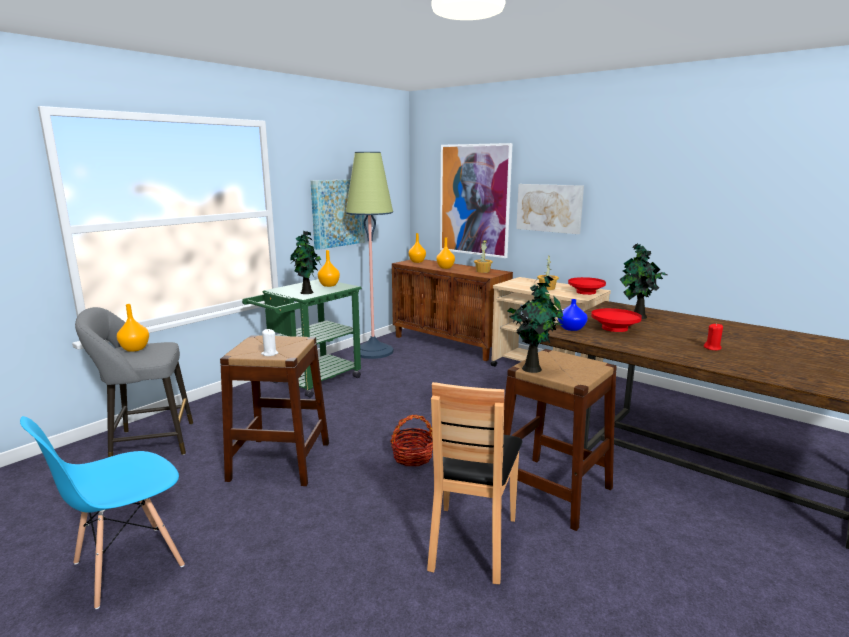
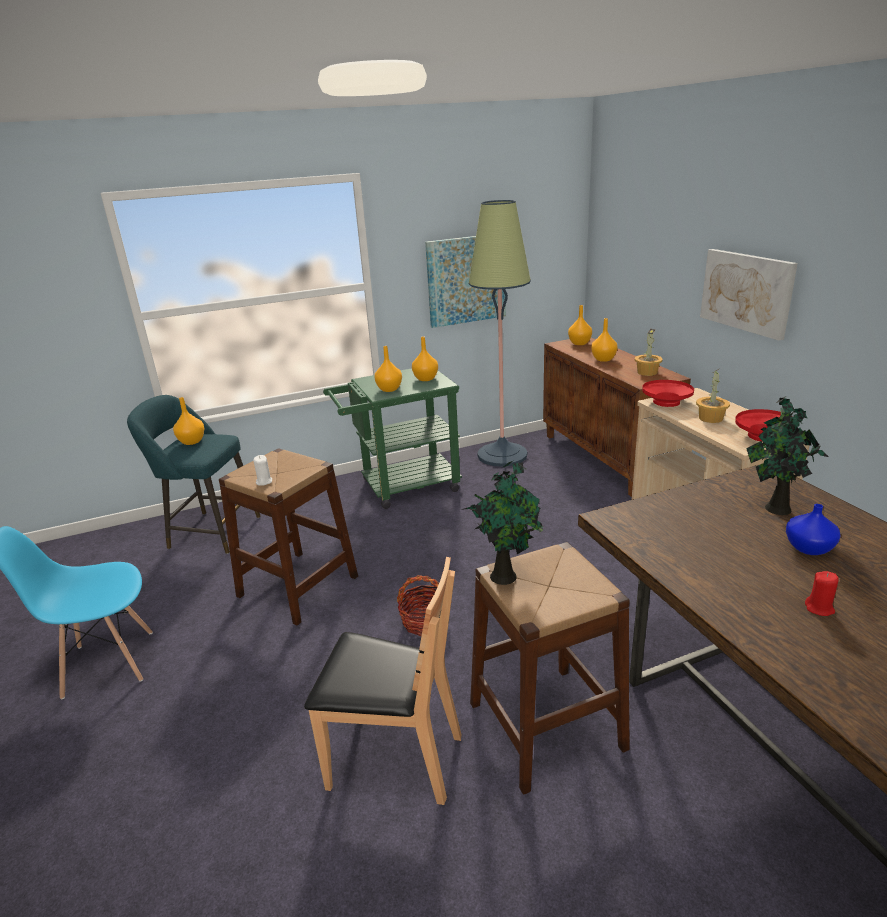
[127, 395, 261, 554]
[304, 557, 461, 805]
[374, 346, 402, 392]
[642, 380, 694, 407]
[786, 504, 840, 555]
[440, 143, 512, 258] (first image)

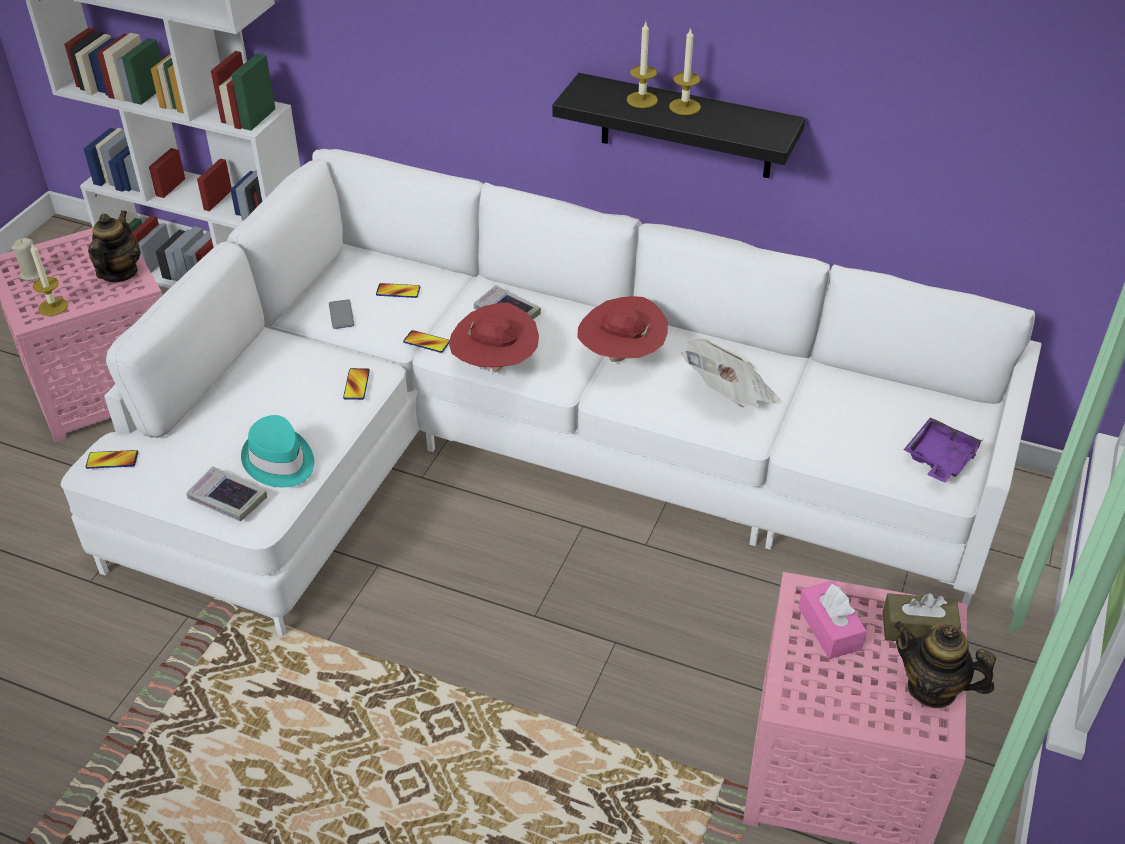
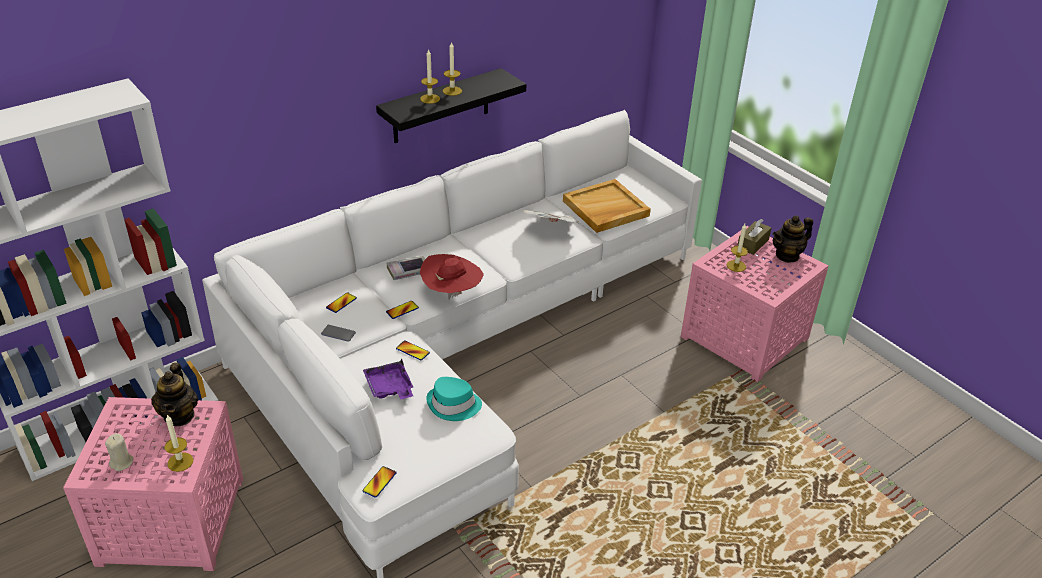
[151, 363, 198, 426]
[363, 358, 413, 399]
[563, 179, 651, 233]
[727, 224, 748, 272]
[186, 466, 267, 521] (first image)
[577, 296, 668, 362] (first image)

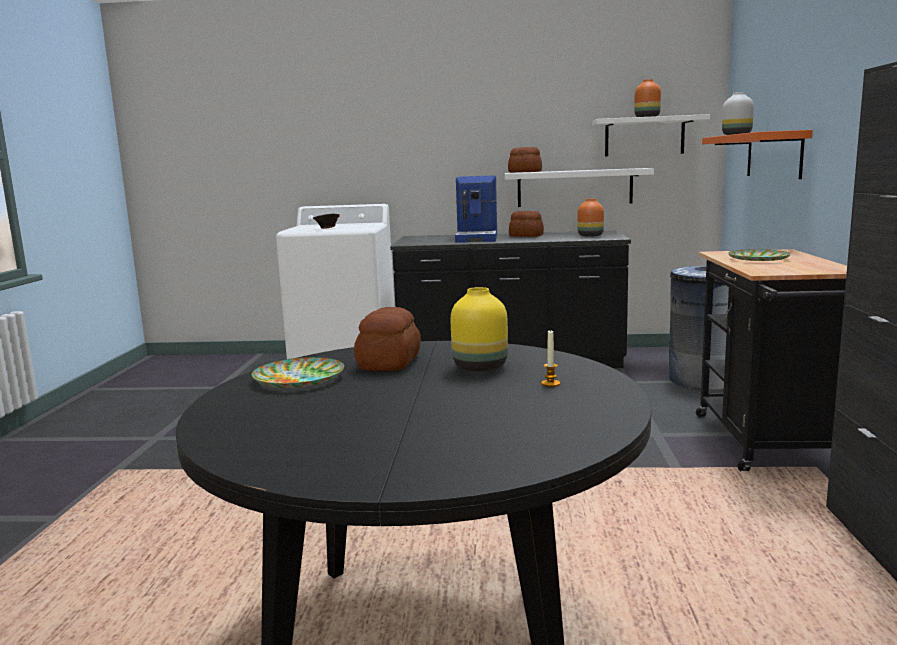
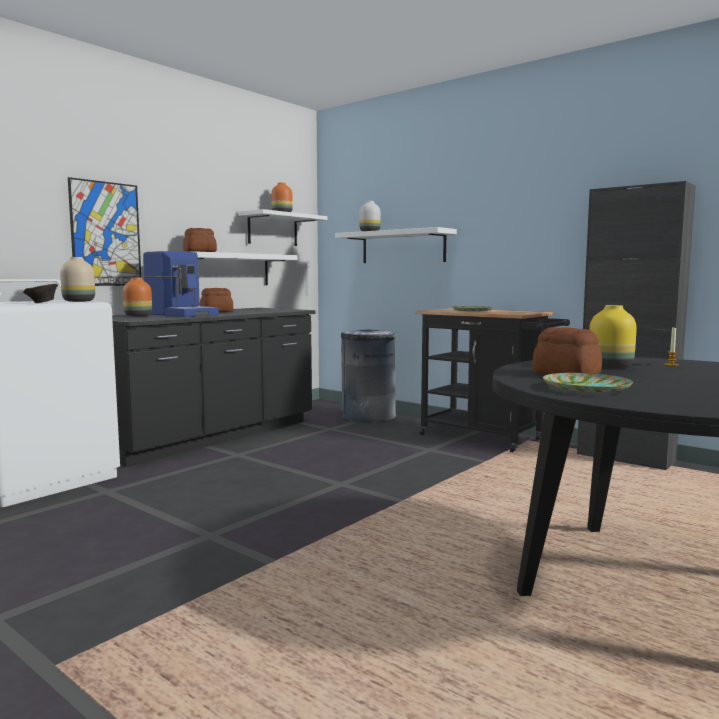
[60, 257, 95, 302]
[68, 177, 141, 286]
[123, 278, 152, 317]
[335, 227, 457, 263]

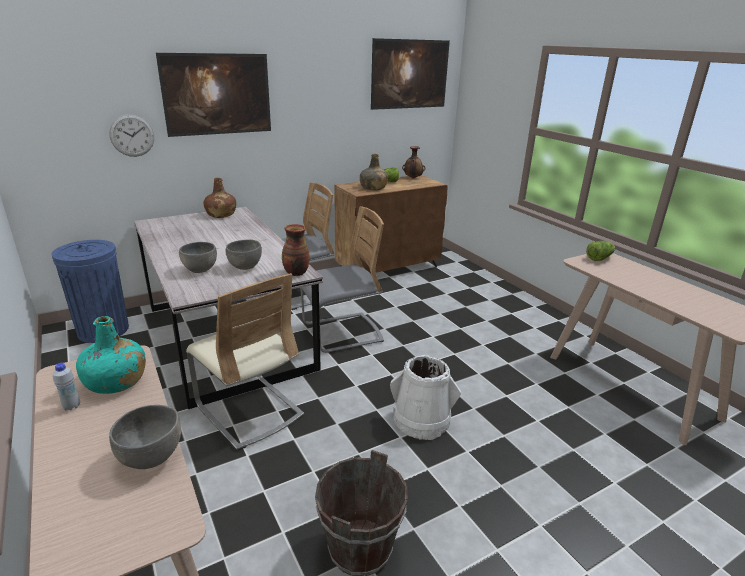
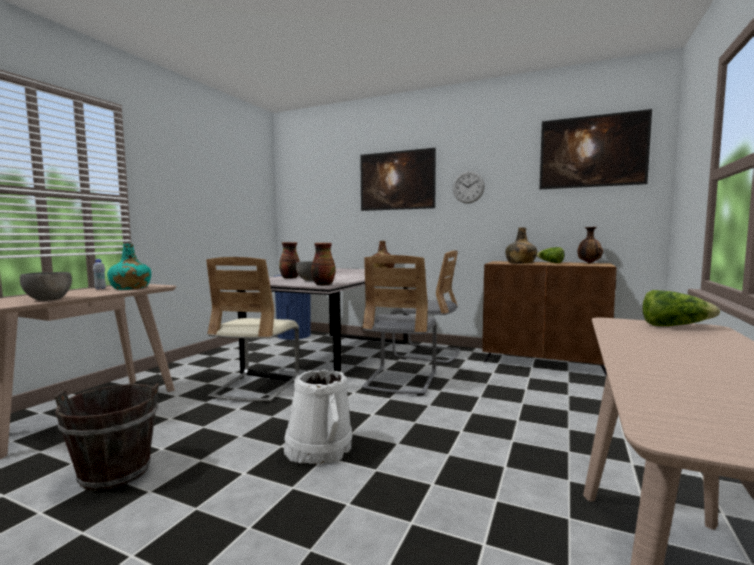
[279, 242, 300, 279]
[362, 255, 437, 396]
[453, 171, 485, 203]

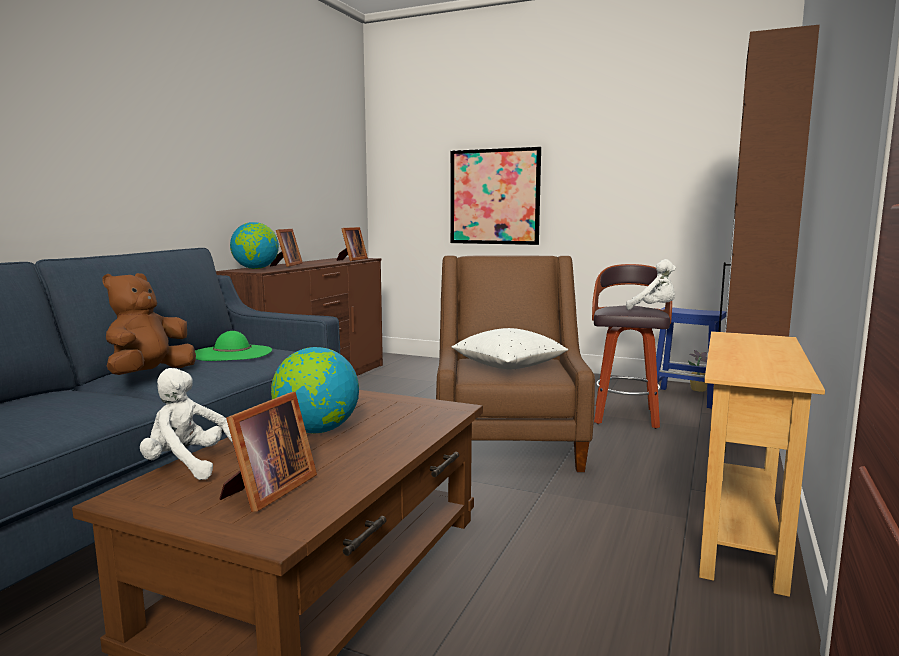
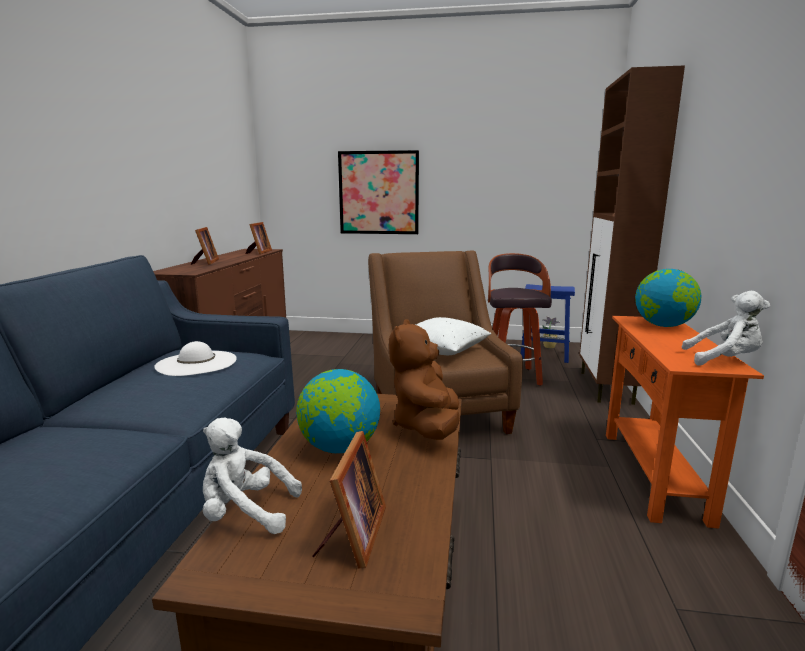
[154, 341, 237, 376]
[389, 319, 460, 440]
[606, 316, 764, 529]
[635, 269, 701, 327]
[682, 291, 770, 366]

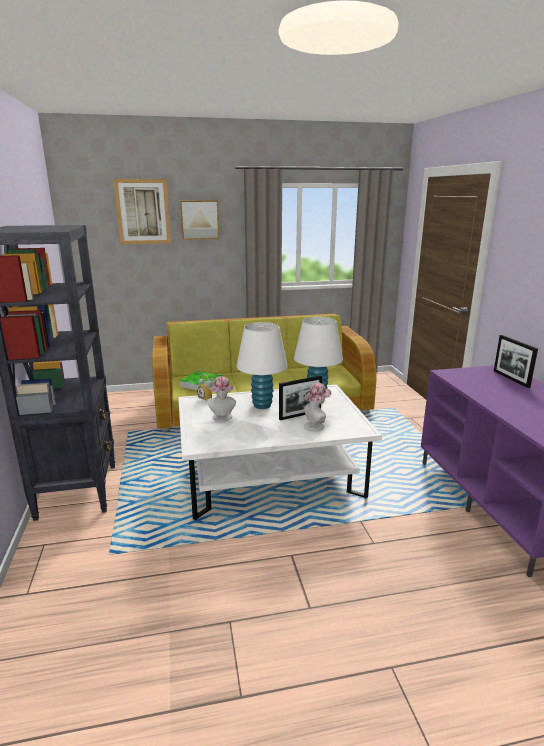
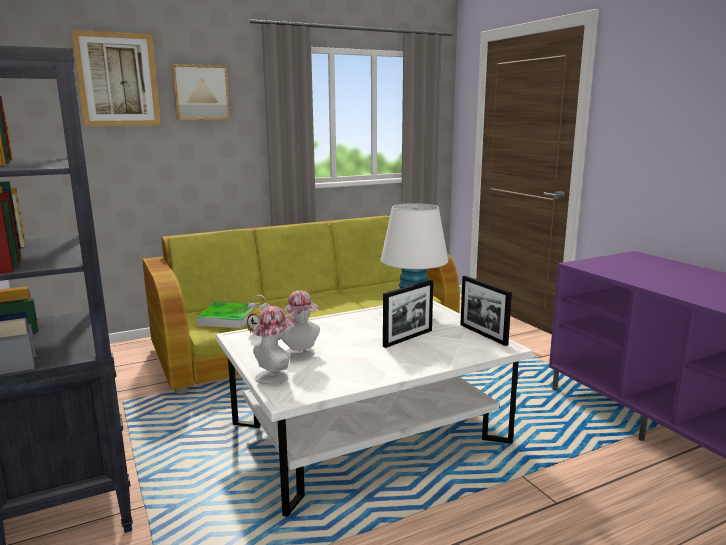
[253, 306, 295, 385]
[460, 276, 512, 346]
[237, 322, 288, 409] (first image)

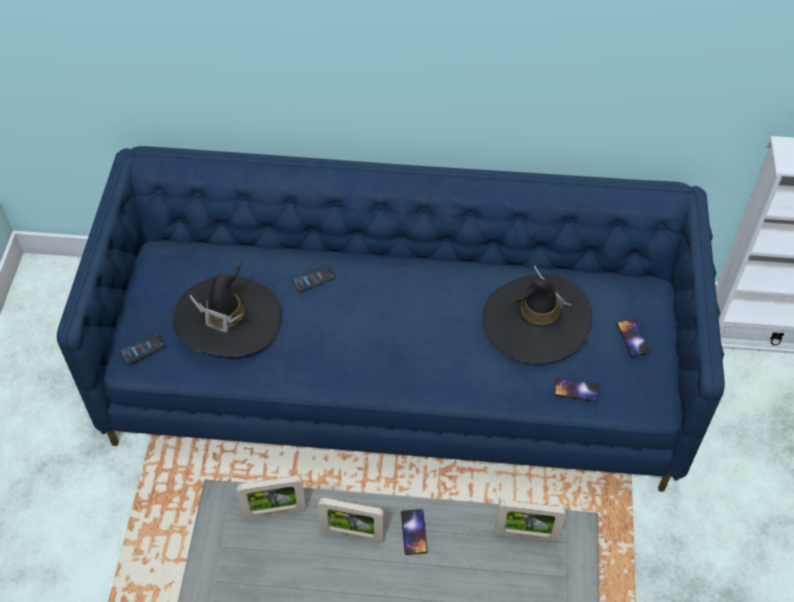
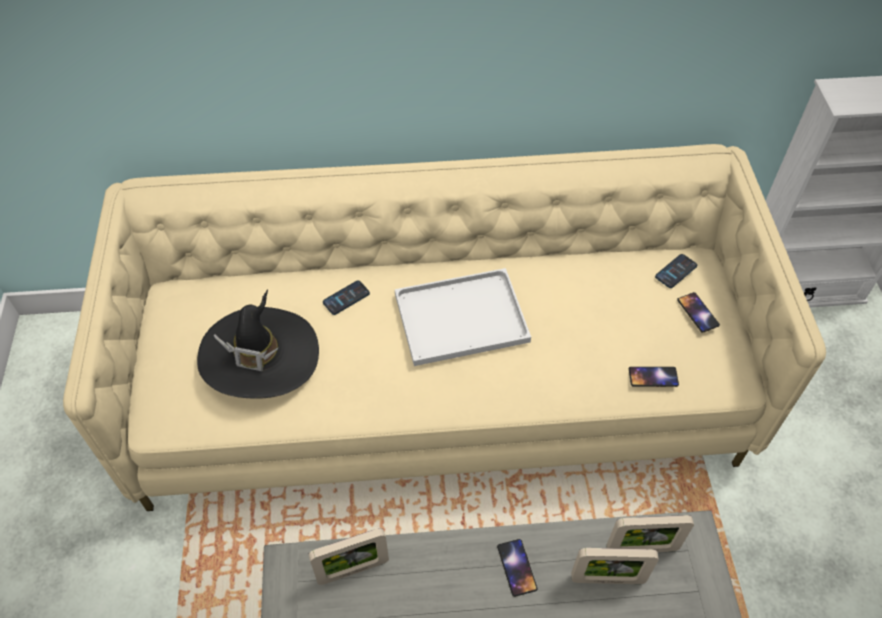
[63, 144, 826, 511]
[395, 268, 531, 366]
[571, 548, 659, 584]
[655, 254, 697, 288]
[483, 266, 592, 364] (first image)

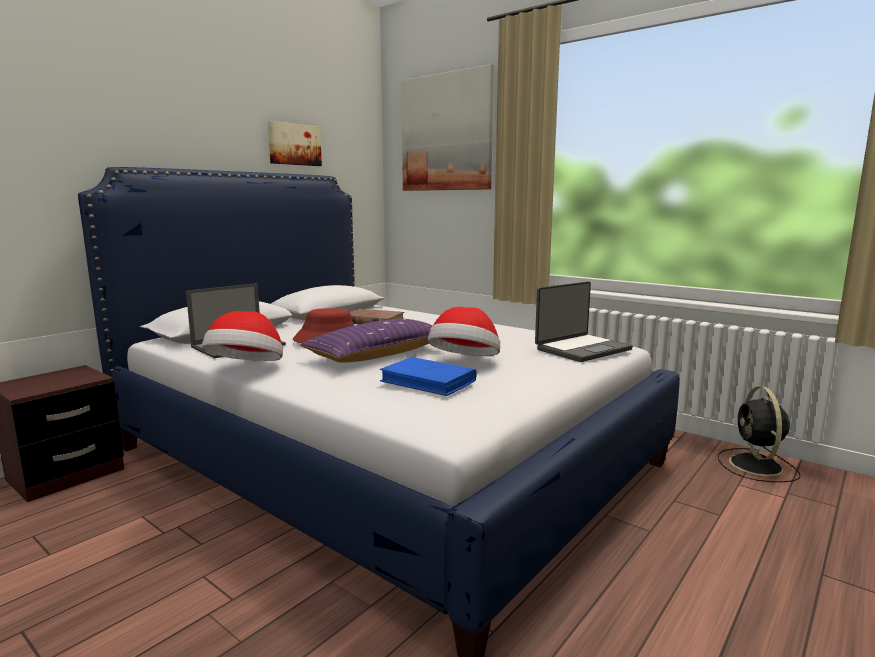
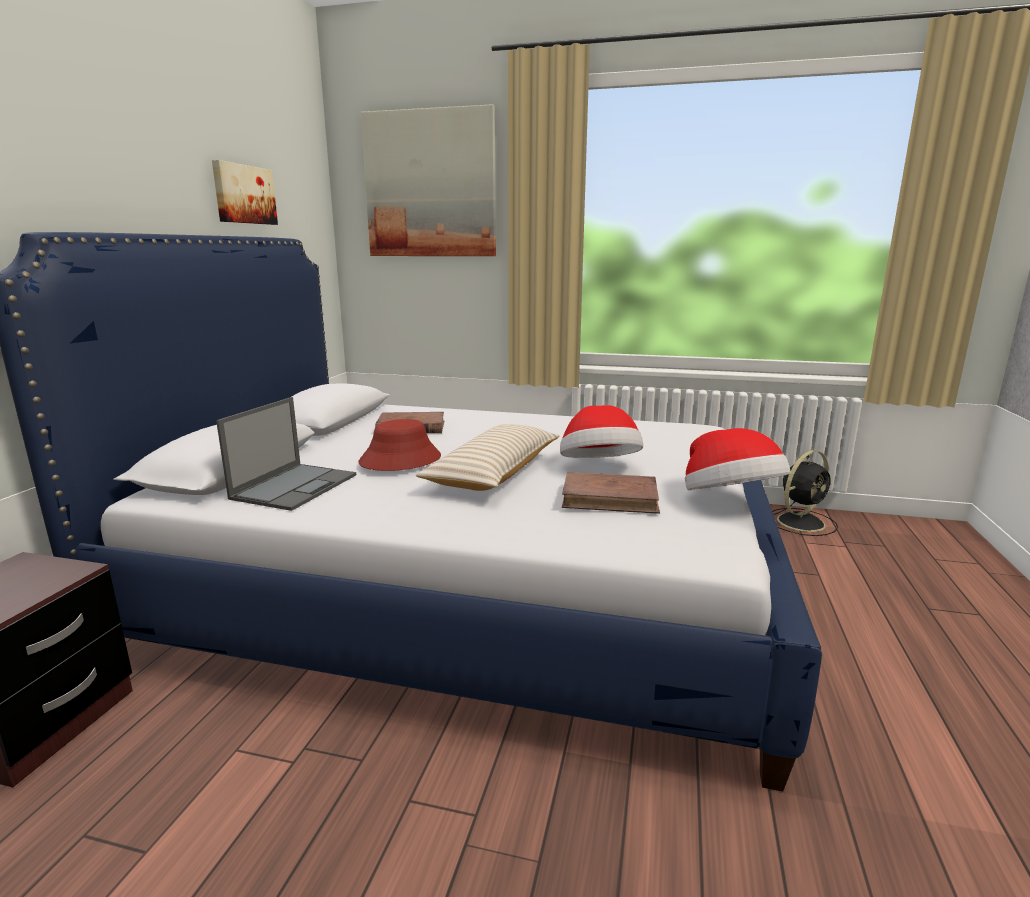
[416, 424, 559, 491]
[562, 472, 660, 514]
[685, 428, 790, 491]
[772, 450, 838, 536]
[535, 281, 633, 362] (first image)

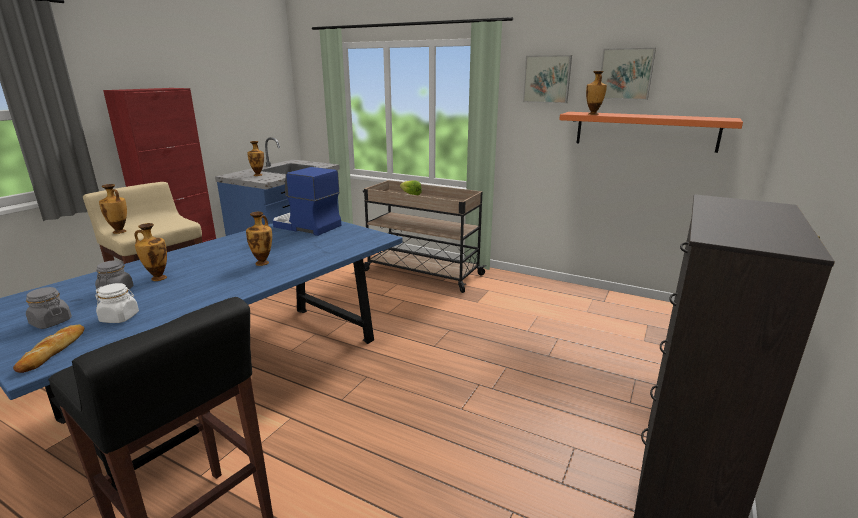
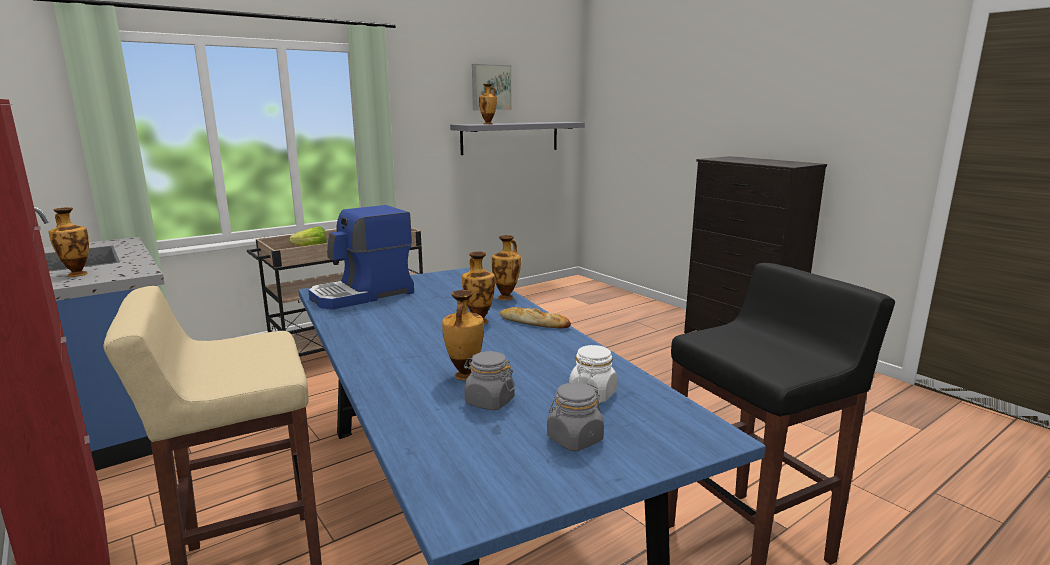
[450, 122, 585, 155]
[492, 235, 521, 300]
[500, 307, 571, 328]
[523, 55, 572, 104] (first image)

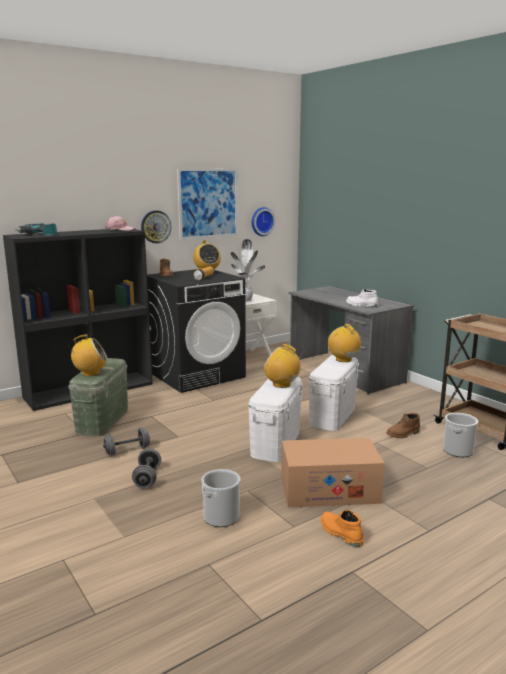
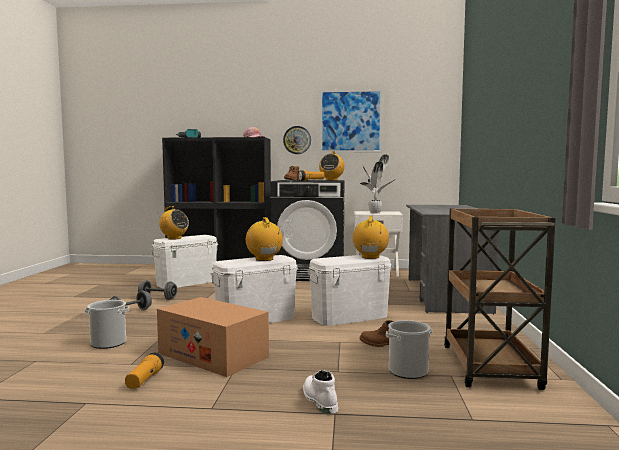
[125, 352, 164, 389]
[151, 235, 218, 289]
[303, 370, 338, 414]
[252, 207, 275, 236] (first image)

